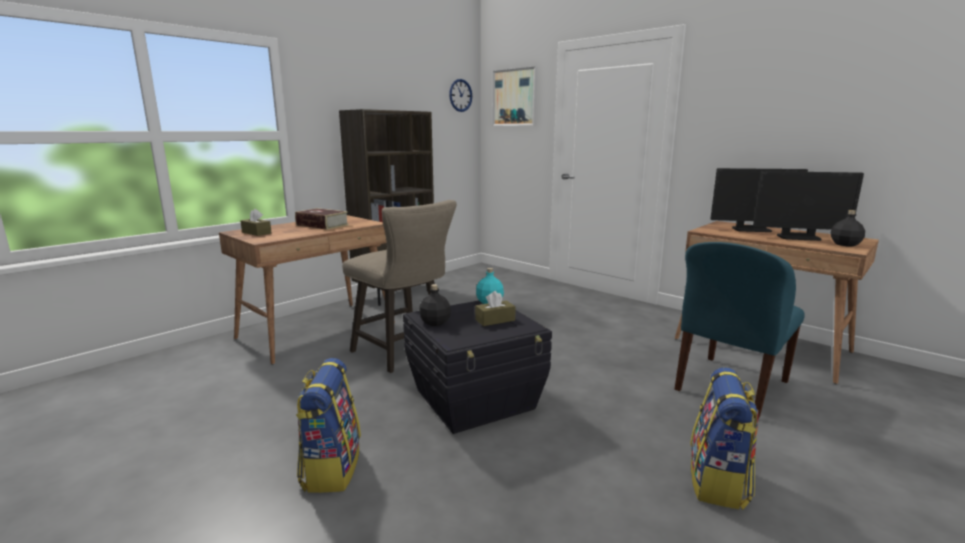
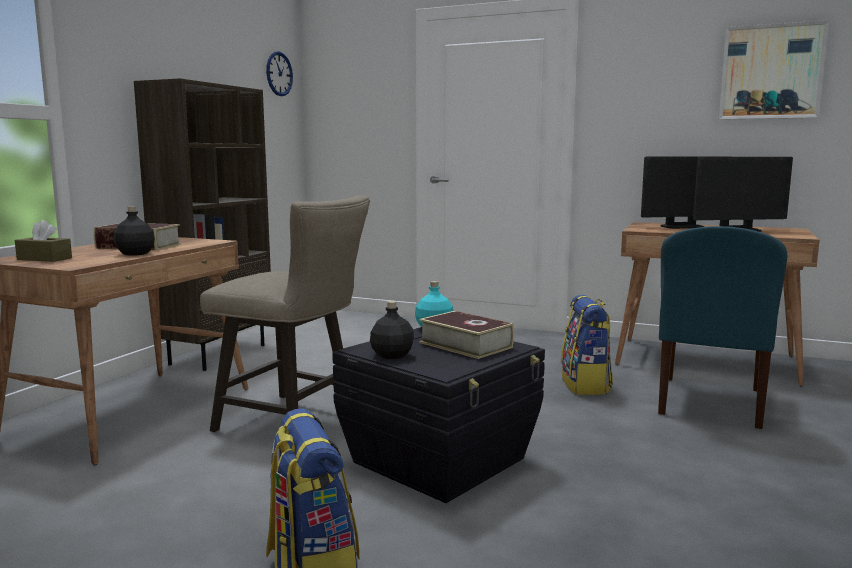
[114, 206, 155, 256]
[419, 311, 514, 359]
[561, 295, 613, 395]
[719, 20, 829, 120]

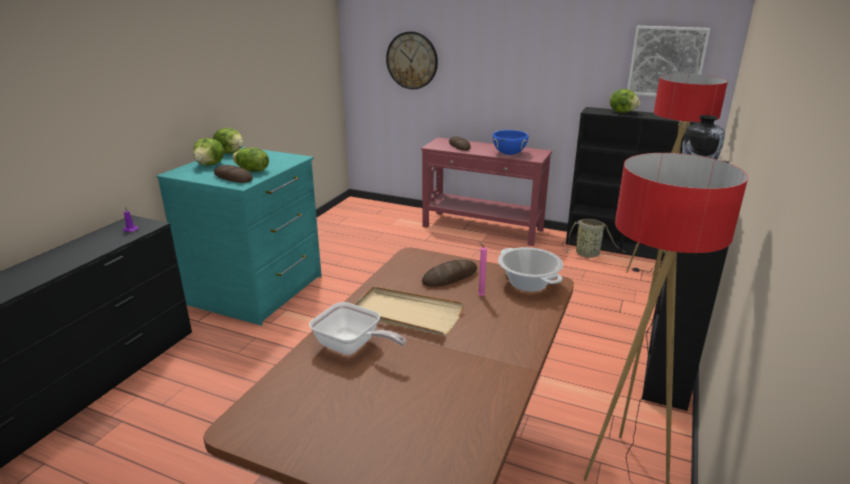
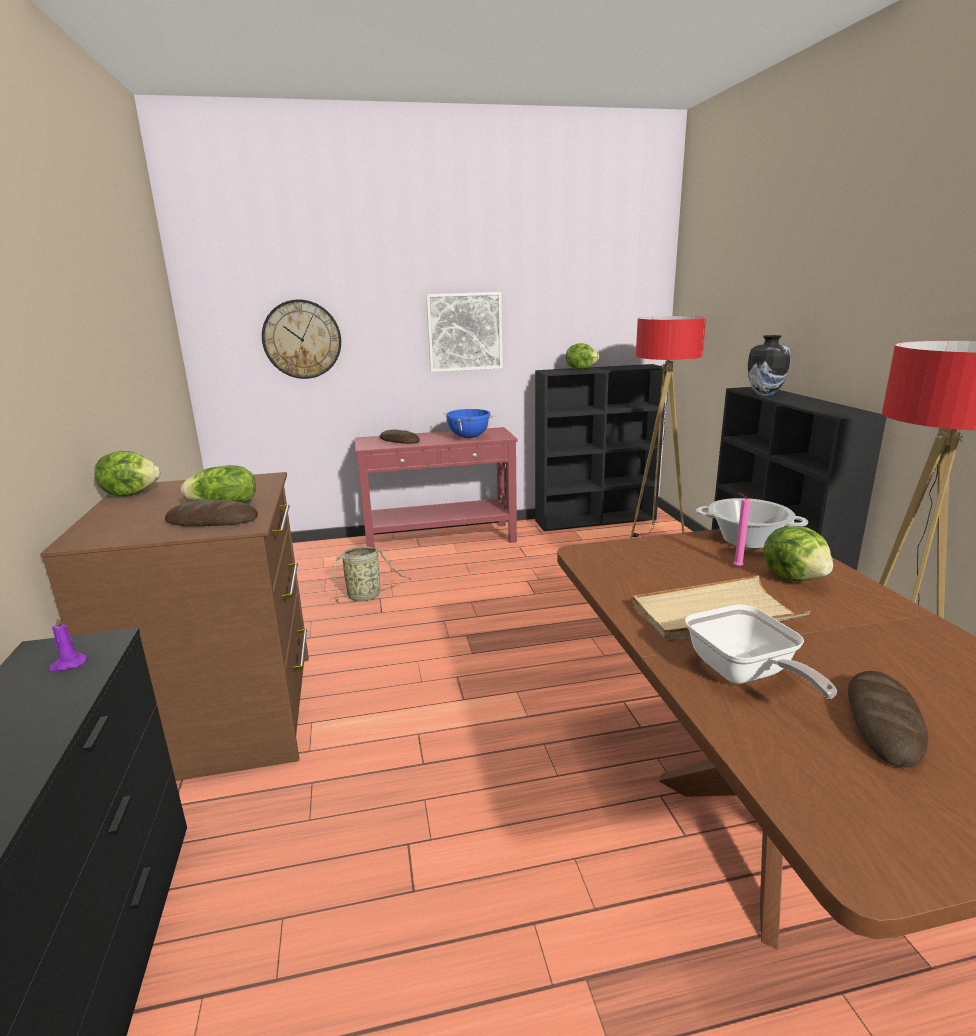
[40, 472, 309, 781]
[329, 546, 412, 603]
[426, 292, 503, 372]
[685, 604, 837, 699]
[764, 526, 833, 581]
[848, 671, 928, 768]

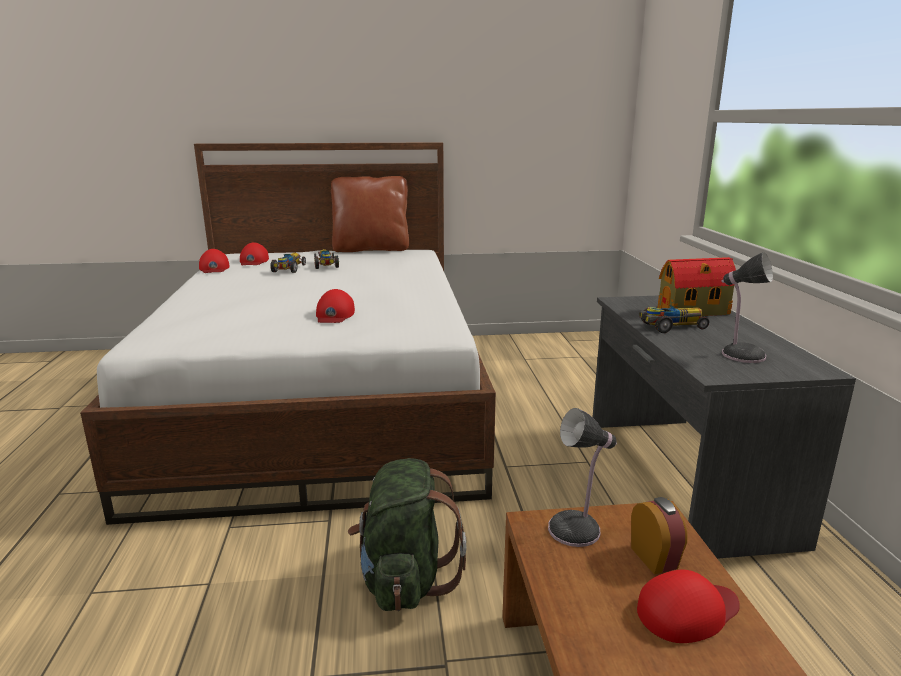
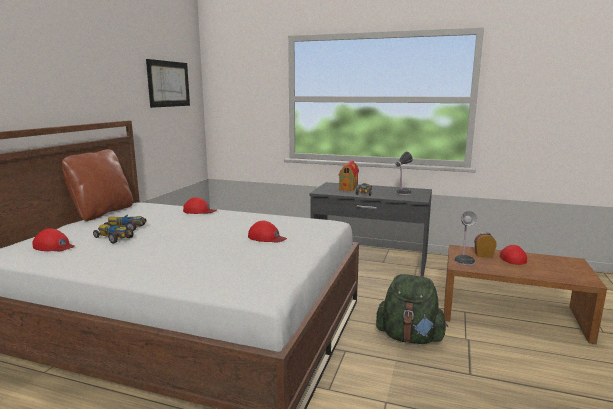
[146, 59, 190, 108]
[183, 197, 217, 214]

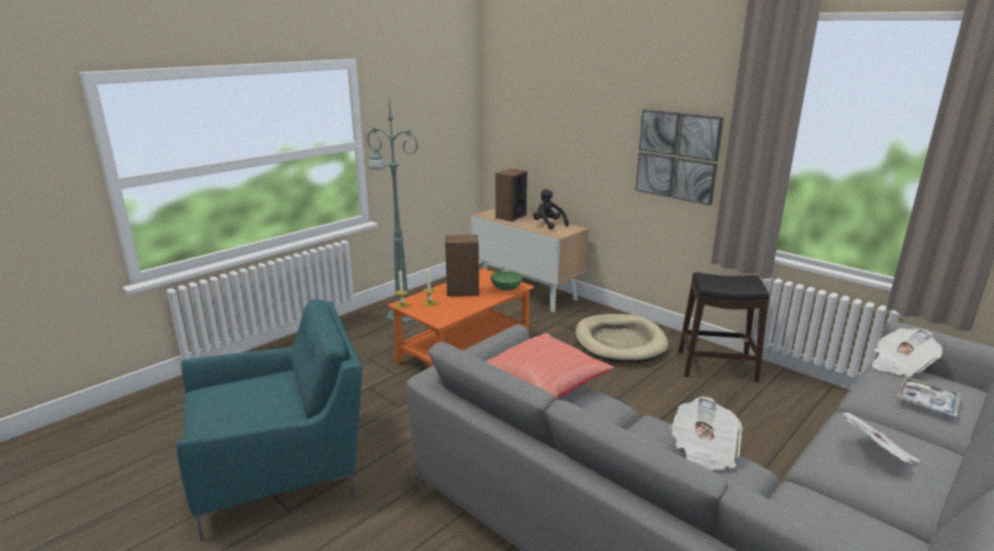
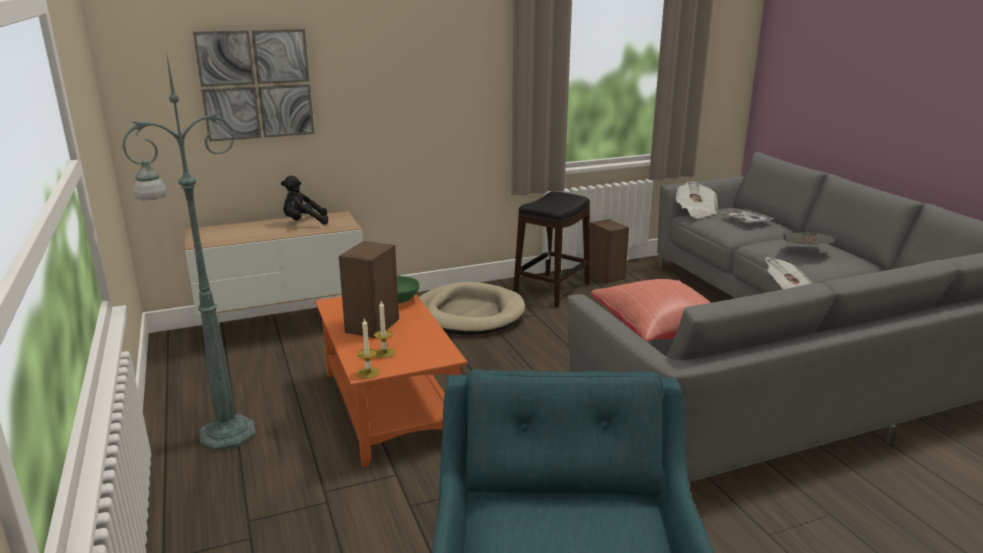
[193, 29, 314, 142]
[590, 219, 629, 284]

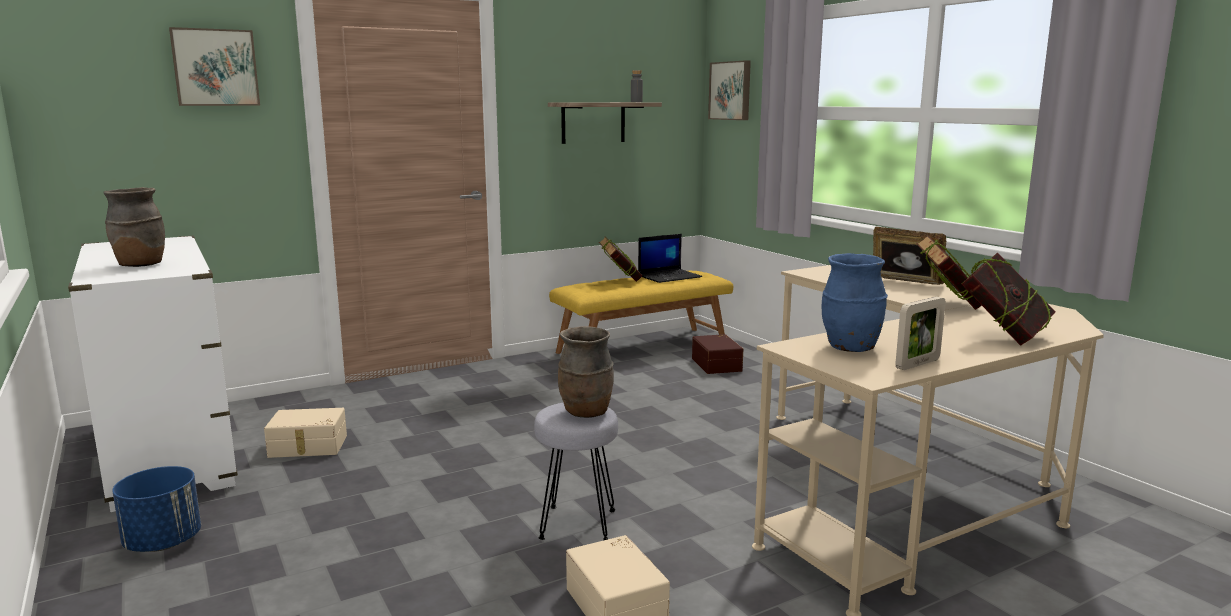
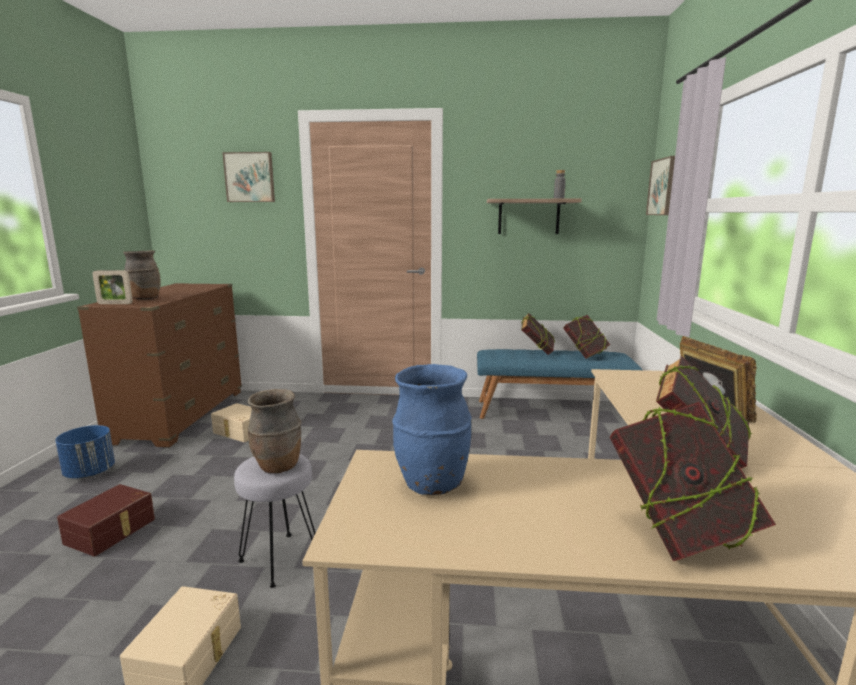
[57, 484, 155, 556]
[77, 283, 242, 447]
[92, 270, 133, 304]
[477, 349, 643, 419]
[563, 315, 610, 359]

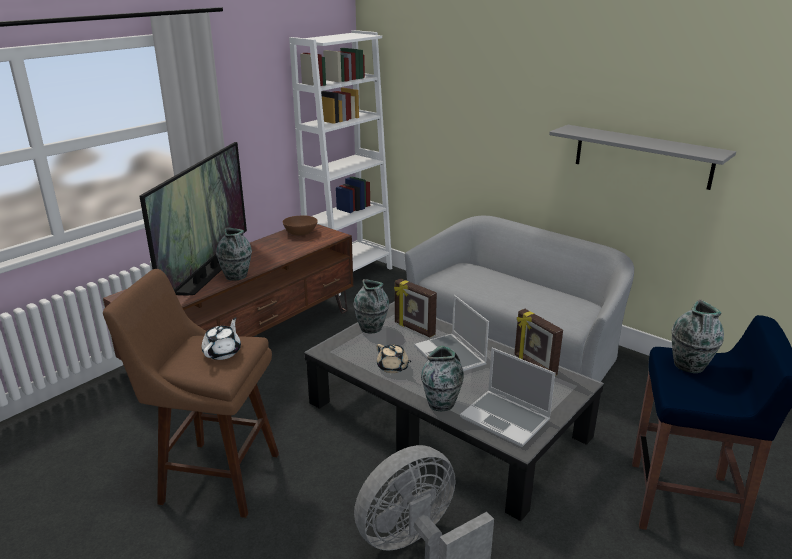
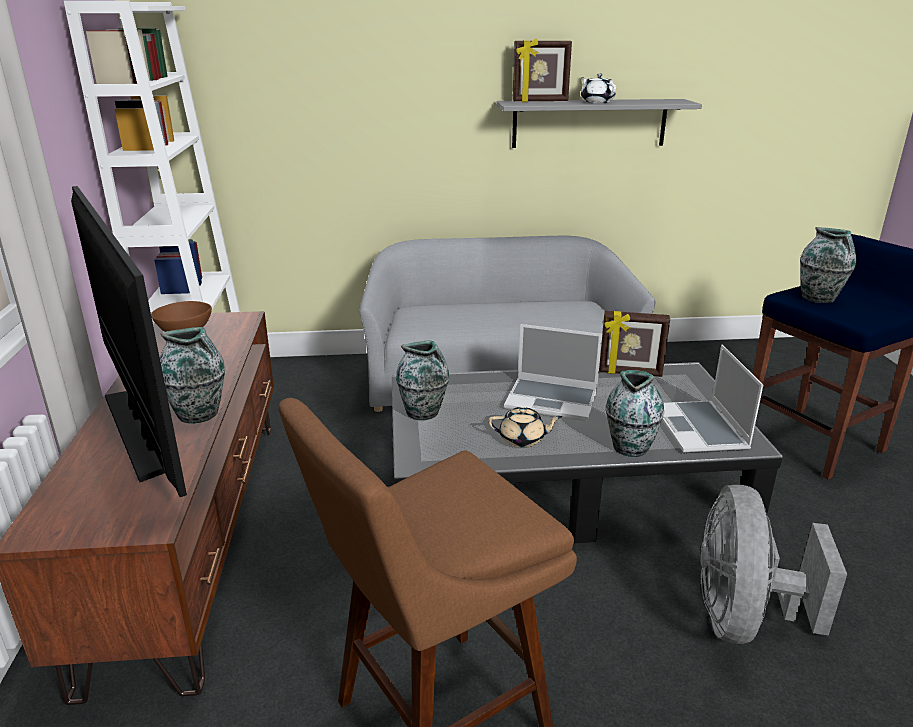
[513, 38, 572, 102]
[581, 73, 616, 103]
[662, 345, 763, 453]

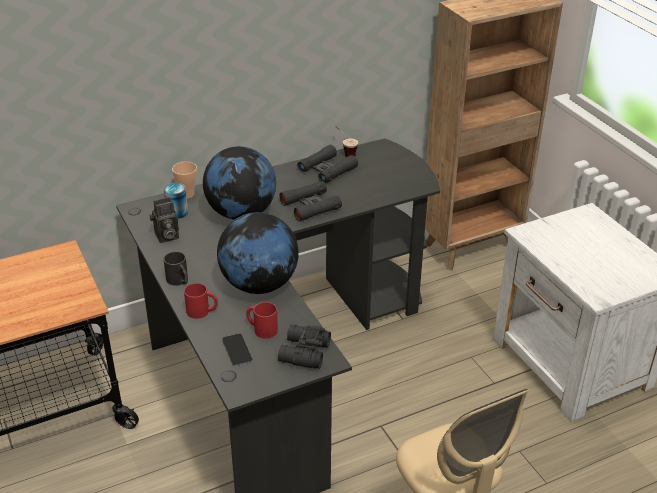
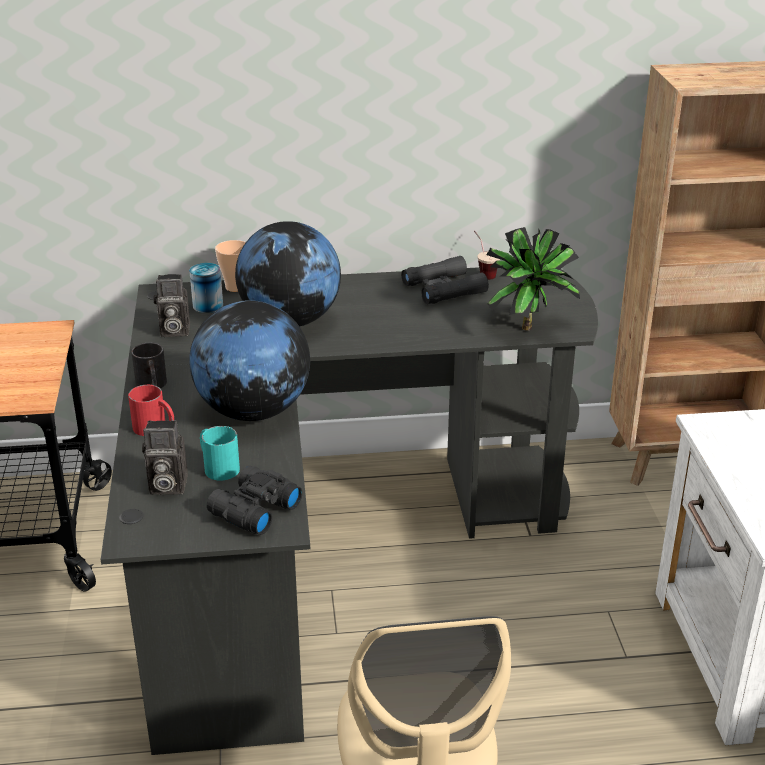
[142, 420, 188, 495]
[200, 426, 240, 481]
[487, 227, 580, 331]
[279, 181, 342, 222] (first image)

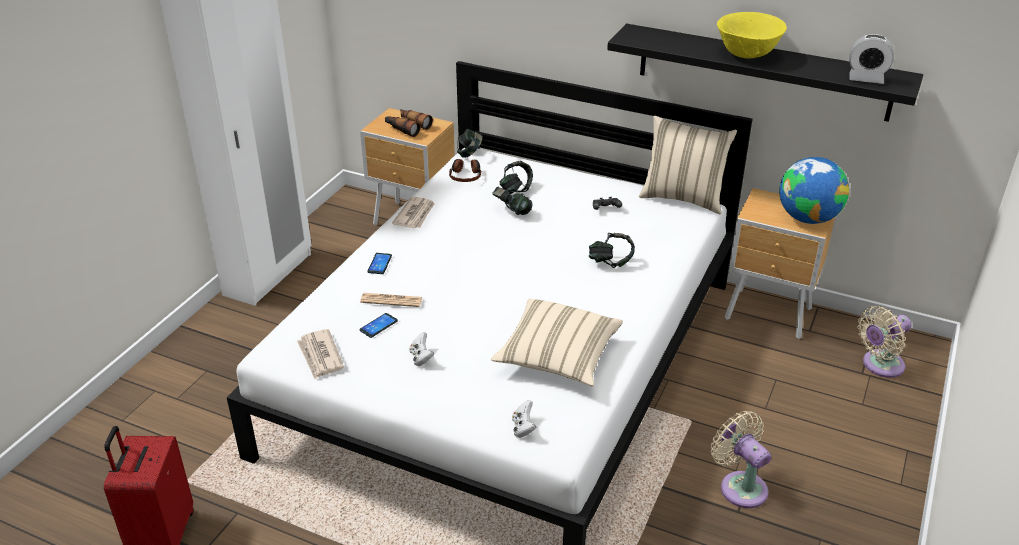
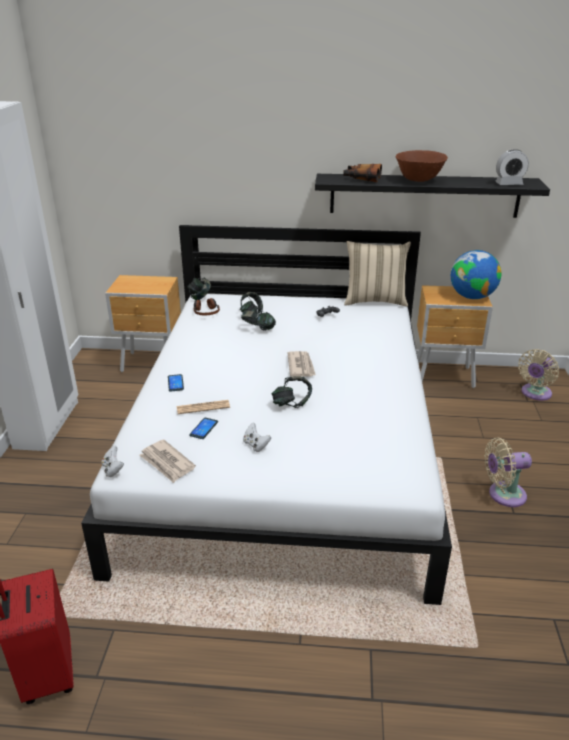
[101, 445, 124, 477]
[272, 376, 312, 408]
[287, 351, 316, 377]
[343, 164, 382, 182]
[396, 150, 448, 182]
[484, 437, 532, 507]
[491, 299, 623, 387] (first image)

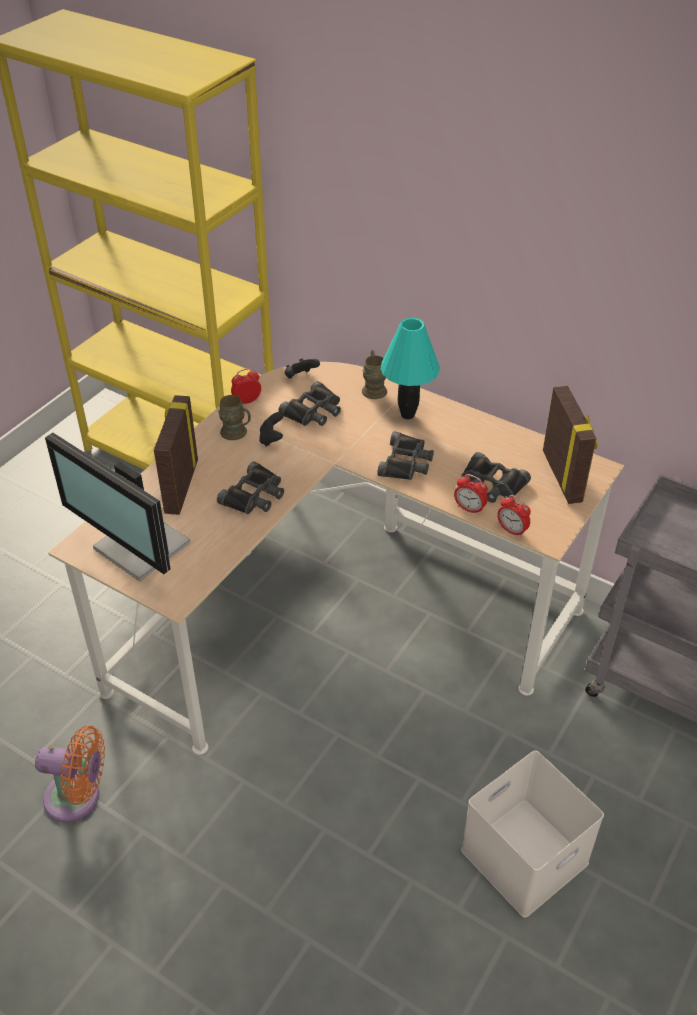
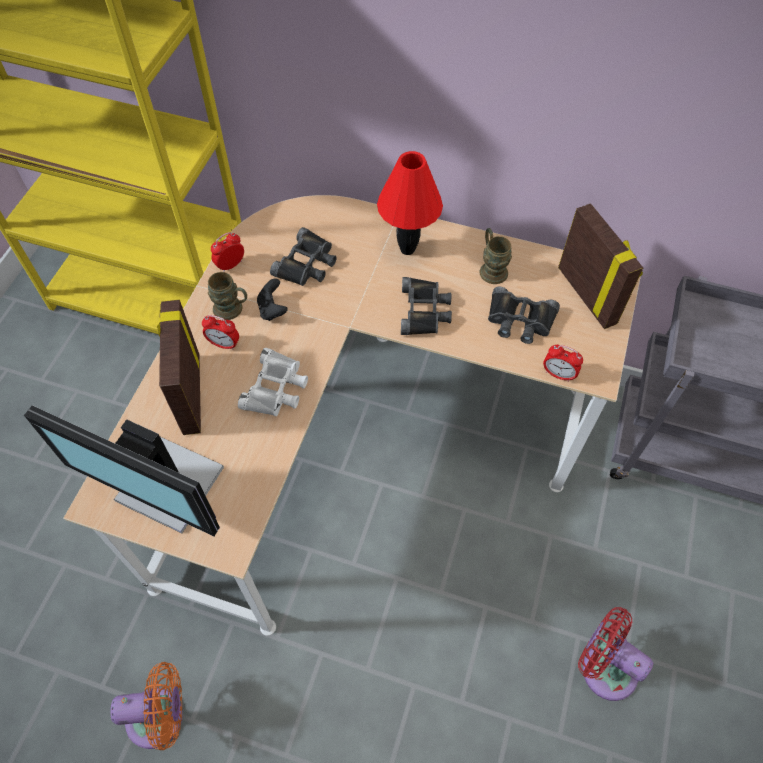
[202, 315, 239, 350]
[238, 348, 308, 416]
[377, 151, 443, 255]
[480, 228, 512, 284]
[578, 607, 653, 701]
[285, 358, 320, 378] (first image)

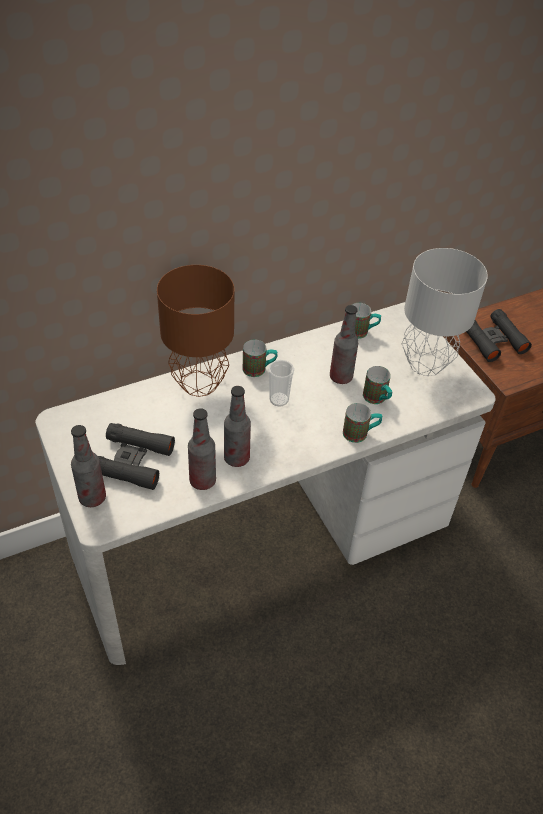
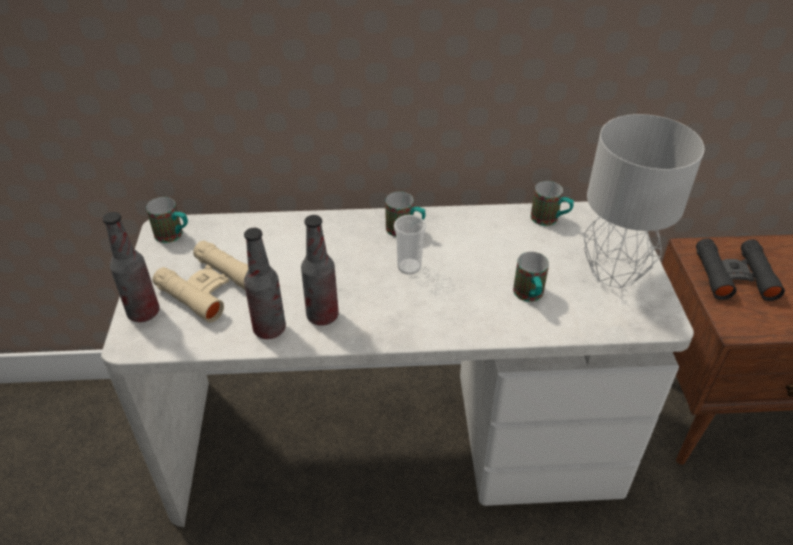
[146, 197, 188, 243]
[152, 241, 248, 323]
[157, 265, 234, 397] (first image)
[330, 305, 359, 384] (first image)

